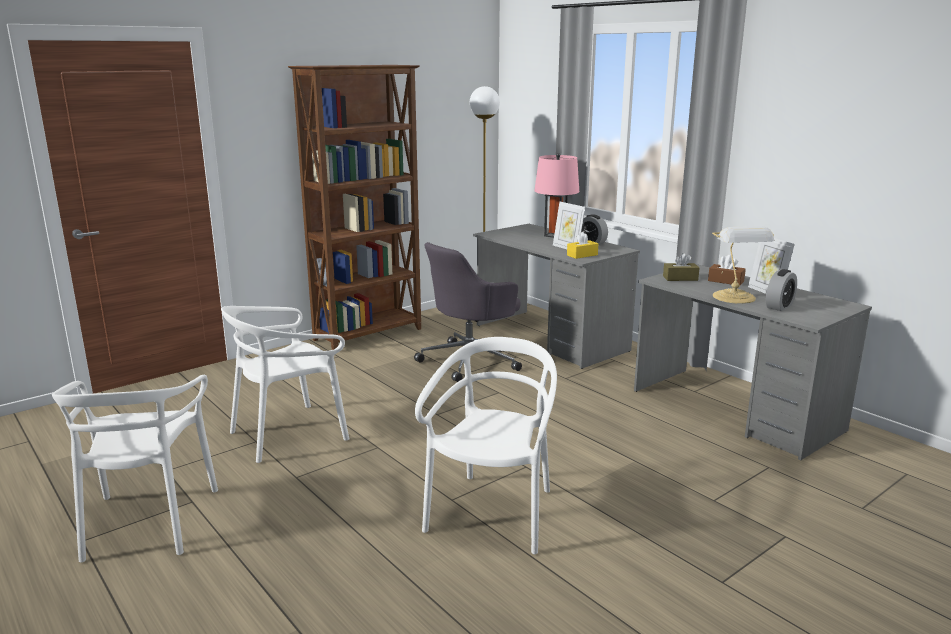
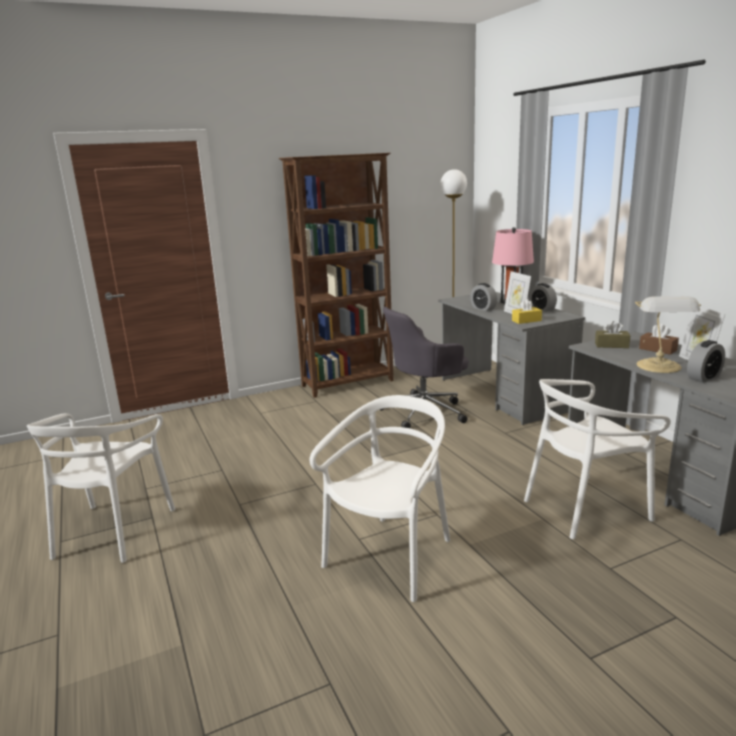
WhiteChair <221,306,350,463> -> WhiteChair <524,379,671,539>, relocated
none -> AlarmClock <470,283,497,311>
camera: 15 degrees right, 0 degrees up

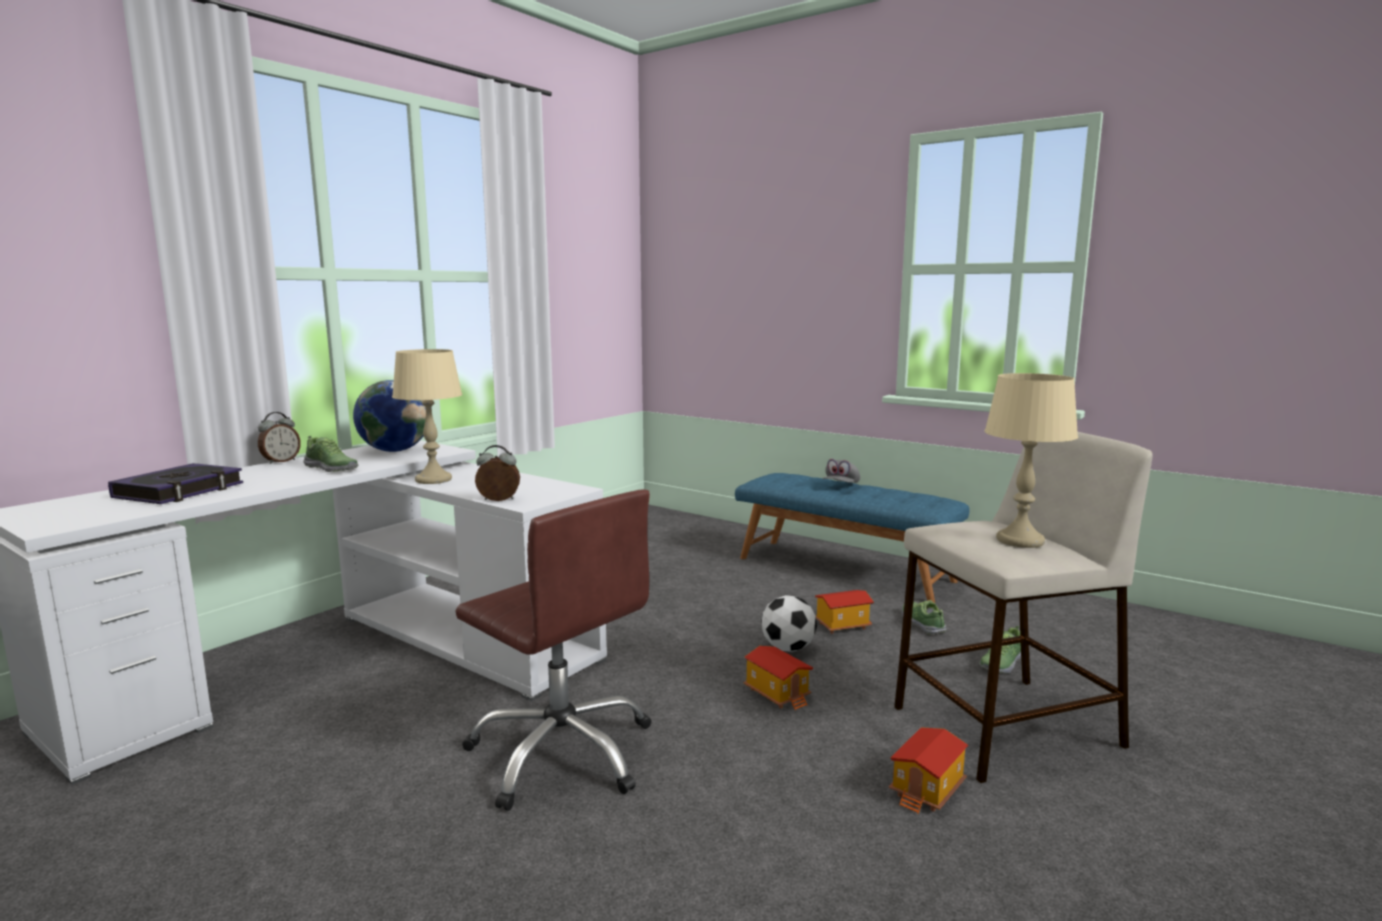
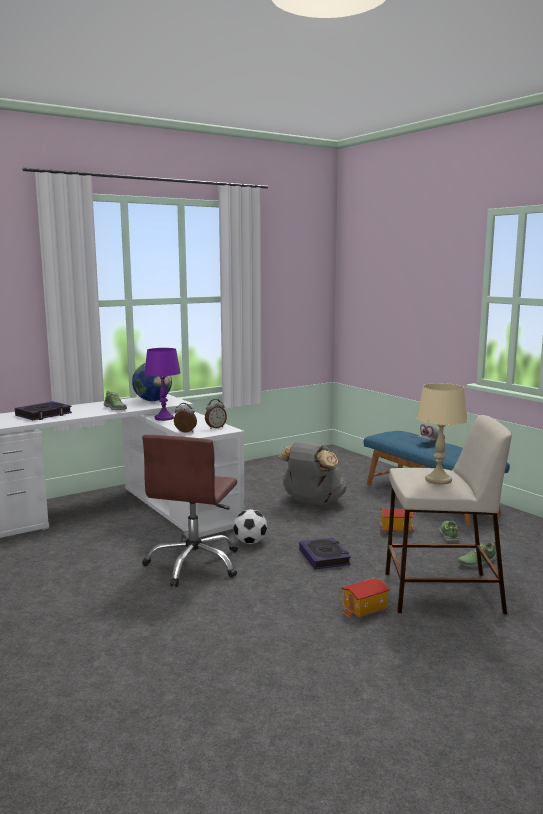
BeigeTableLamp <392,349,462,484> -> PurpleTableLamp <144,348,181,421>
AlarmClock <258,412,301,464> -> AlarmClock <205,399,227,429>, relocated
BrownOfficeChair <455,489,651,811> -> BrownOfficeChair <142,435,238,587>, 45 degrees clockwise
Football <761,595,817,652> -> Football <233,509,267,544>, relocated
ToyHouse <744,646,813,710> -> Book <299,538,351,569>
none -> GreyBackpack <278,441,347,505>
camera: 20 degrees right, 0 degrees up

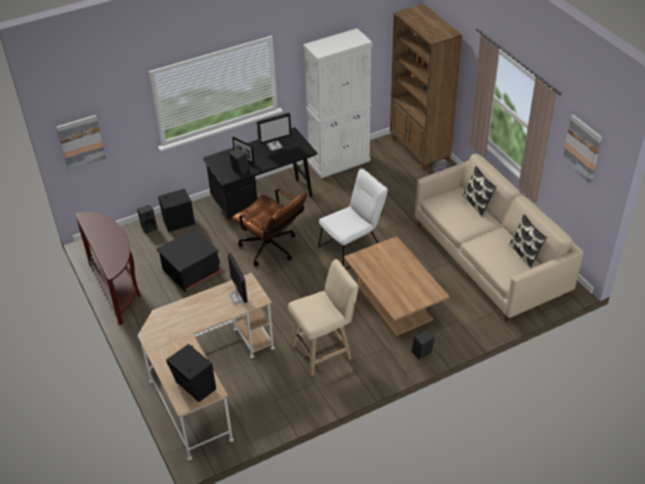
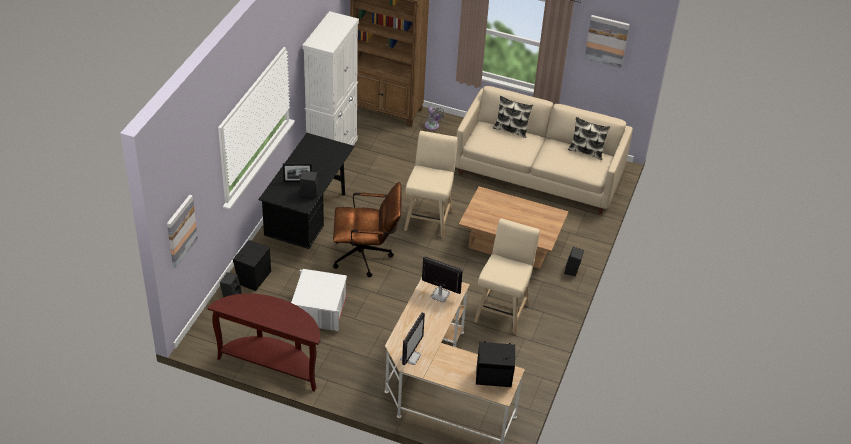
Monitor <257,112,292,151> -> Monitor <400,312,425,365>, relocated
WhiteChair <318,169,388,269> -> BeigeStool <404,131,458,238>
BlackStorageBox <156,228,222,292> -> WhiteStorageBox <291,269,347,331>
camera: 45 degrees left, 0 degrees up

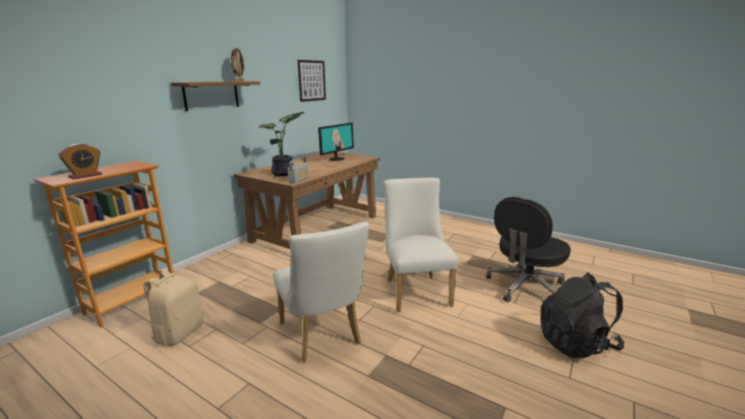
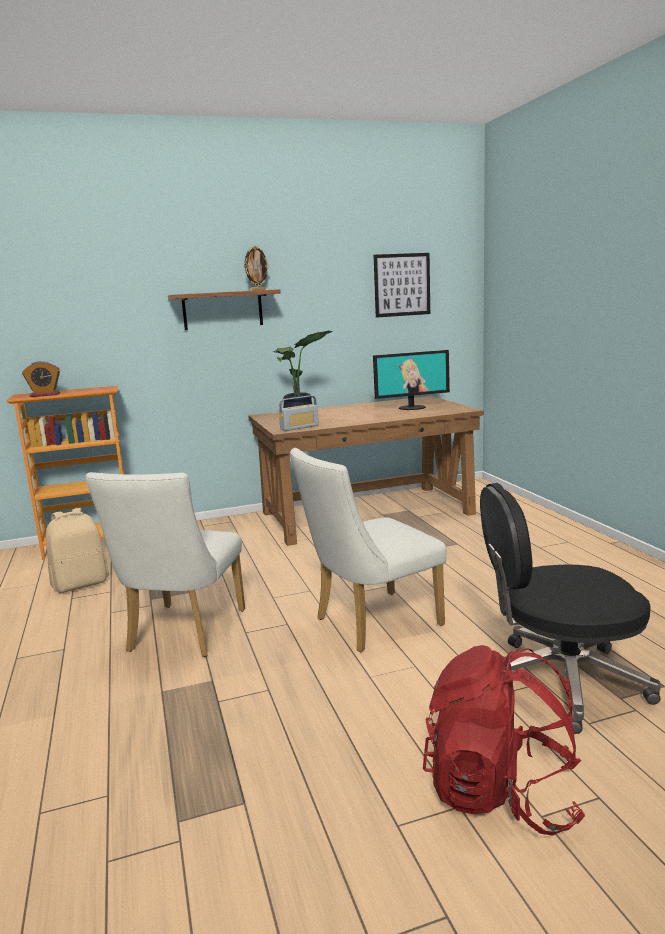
WhiteChair <384,178,459,312> -> WhiteChair <290,448,447,652>, 150 degrees counterclockwise
BlackBackpack <541,272,625,358> -> RedBackpack <423,645,585,836>
camera: 40 degrees right, 5 degrees down

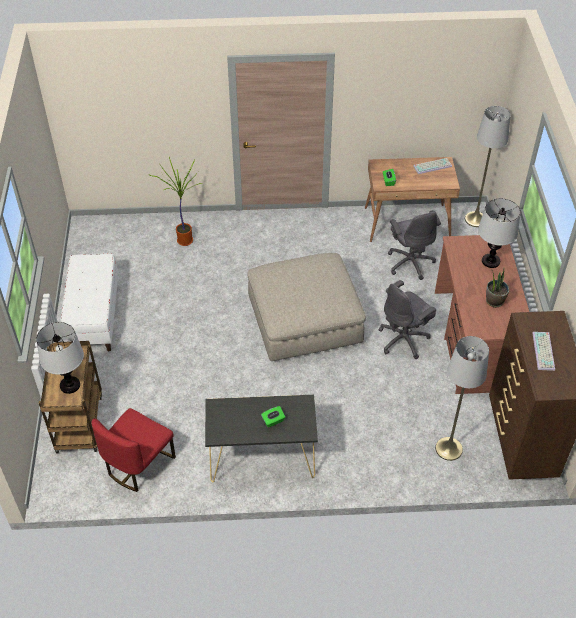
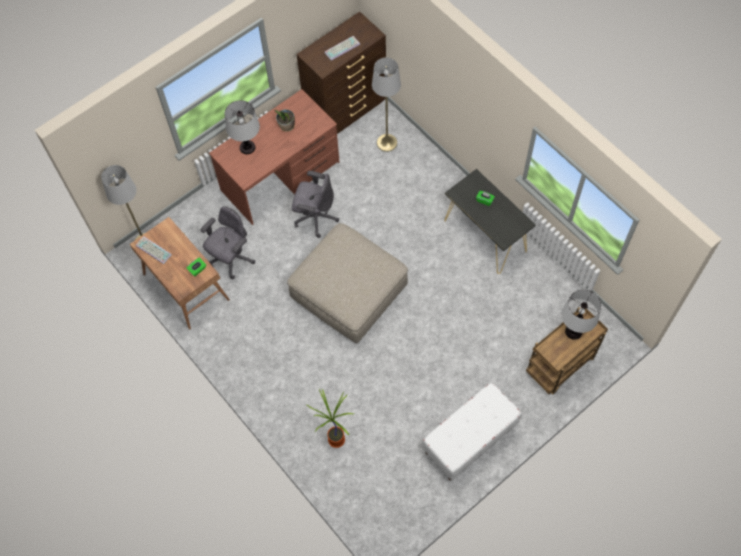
RedChair <92,408,176,492> -> none
camera: 125 degrees left, 15 degrees up

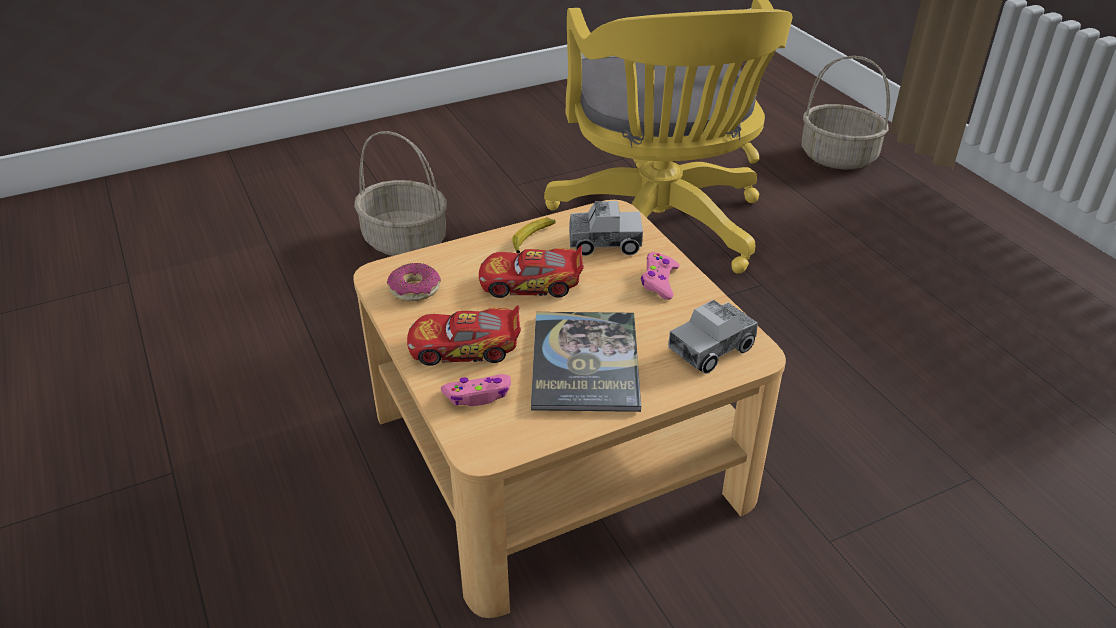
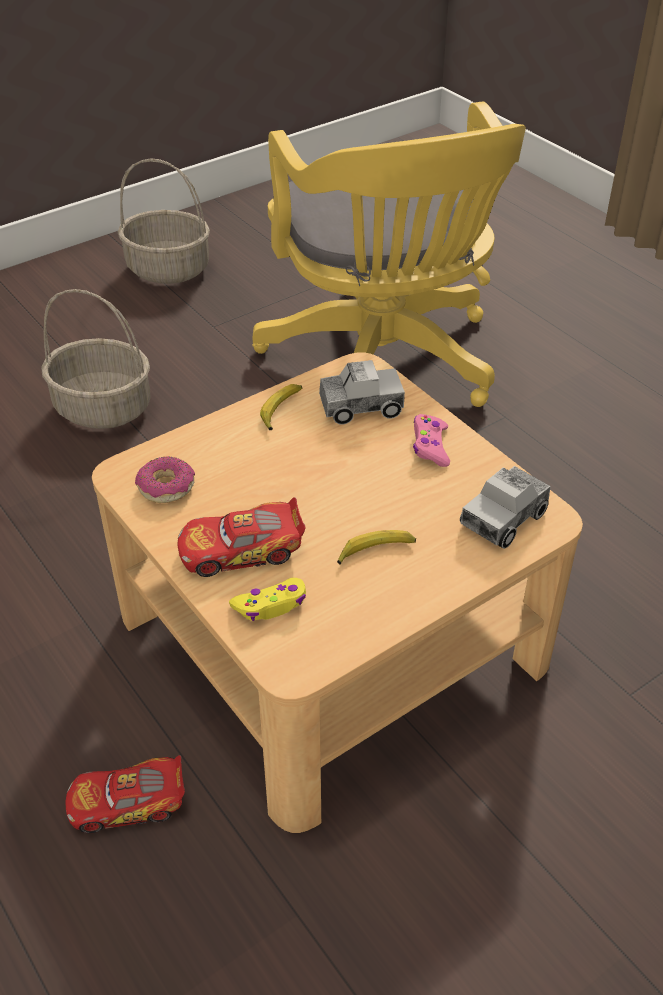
Basket <802,56,890,169> -> Basket <118,158,210,284>, relocated
ToyCar <479,246,584,298> -> ToyCar <66,755,185,833>, relocated
Book <531,312,641,412> -> Banana <337,530,416,565>
PinkGameController <441,374,511,406> -> YellowGameController <229,578,306,621>
camera: 10 degrees left, 5 degrees up

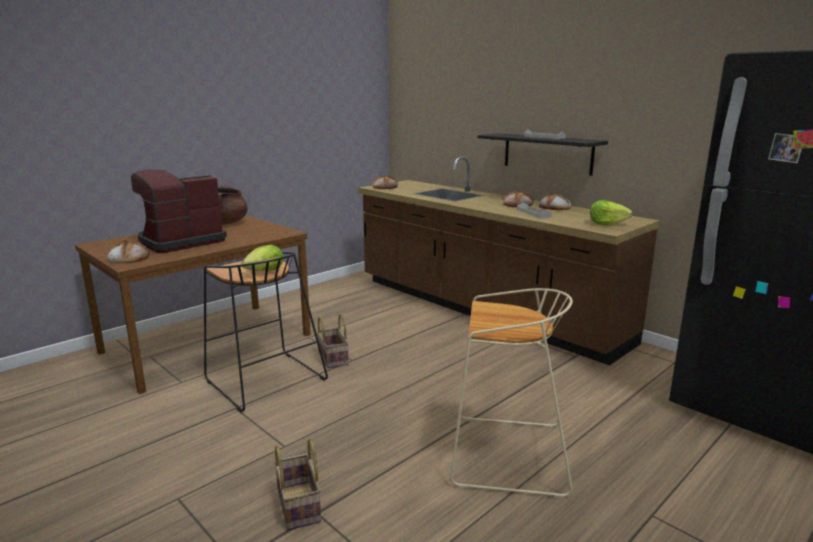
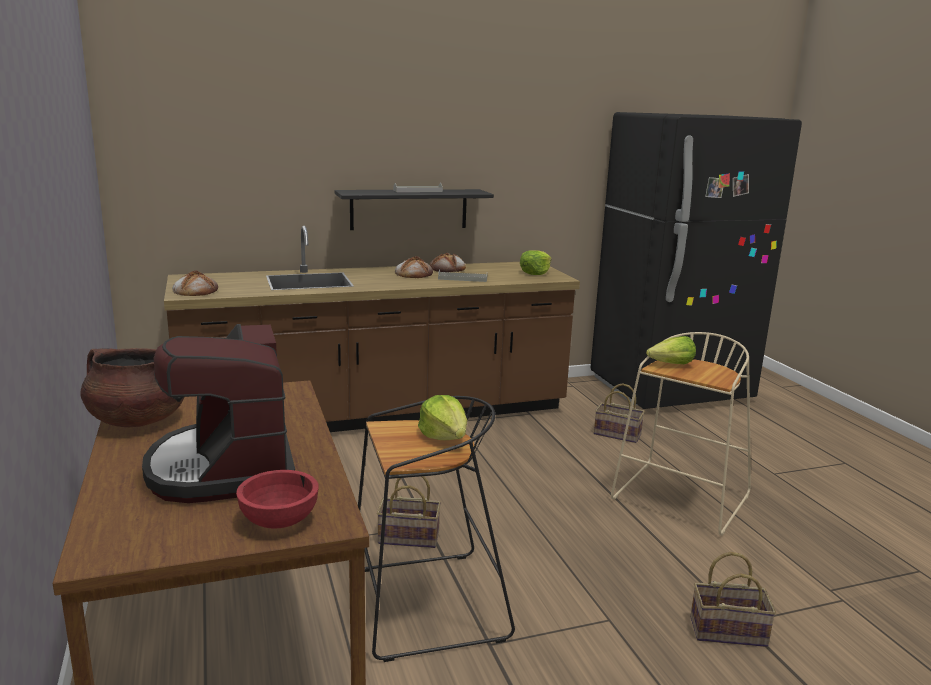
Bread <107,240,150,263> -> RedBowl <236,470,319,528>
none -> Lettuce <646,336,696,364>
none -> Basket <594,383,645,443>
camera: 65 degrees left, 0 degrees up

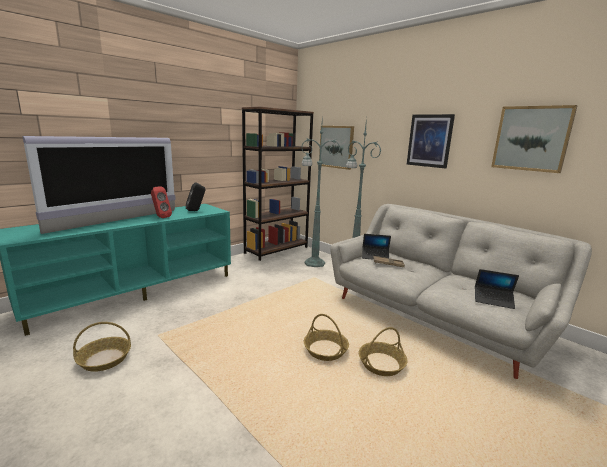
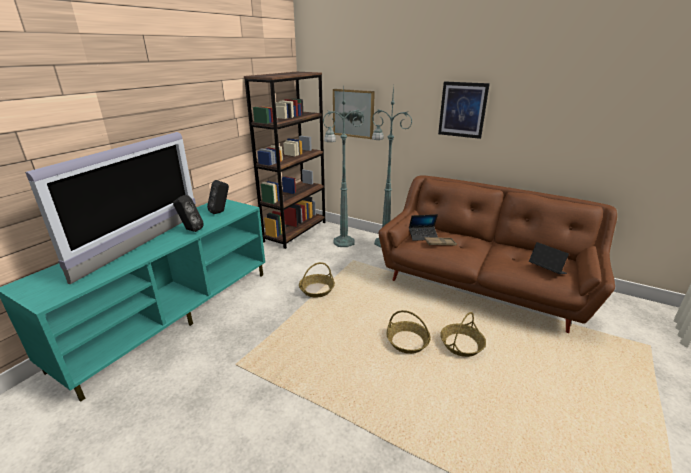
Picture <491,105,578,173> -> none
RedSpeaker <151,186,172,218> -> BlackSpeaker <173,195,204,232>
GreySofa <330,204,592,379> -> BrownSofa <379,175,617,333>
Laptop <475,269,519,309> -> Laptop <529,242,569,274>, 135 degrees counterclockwise
Basket <73,322,131,372> -> Basket <299,262,335,298>, relocated
camera: 15 degrees left, 10 degrees up

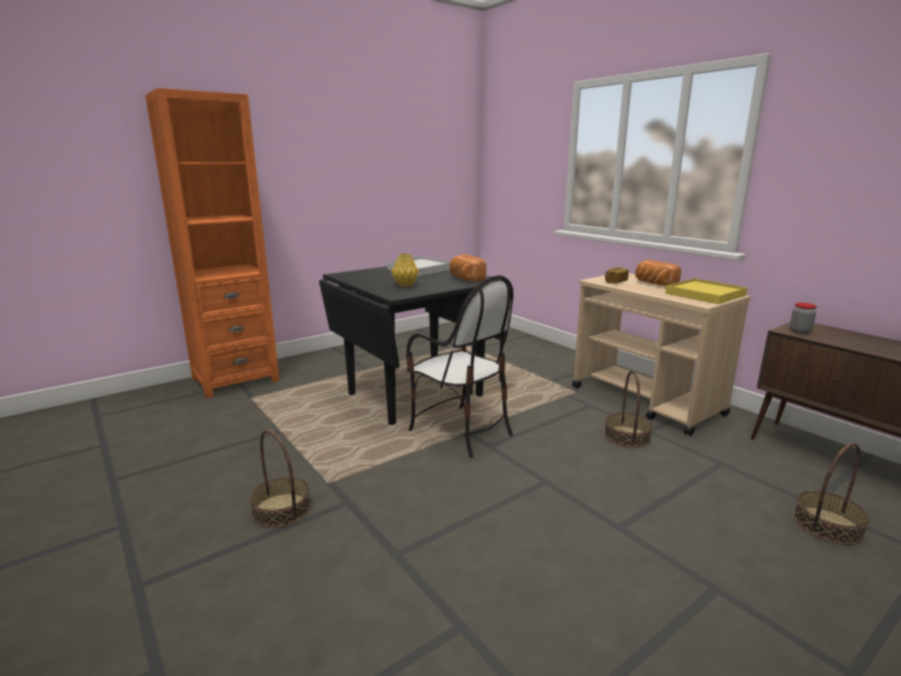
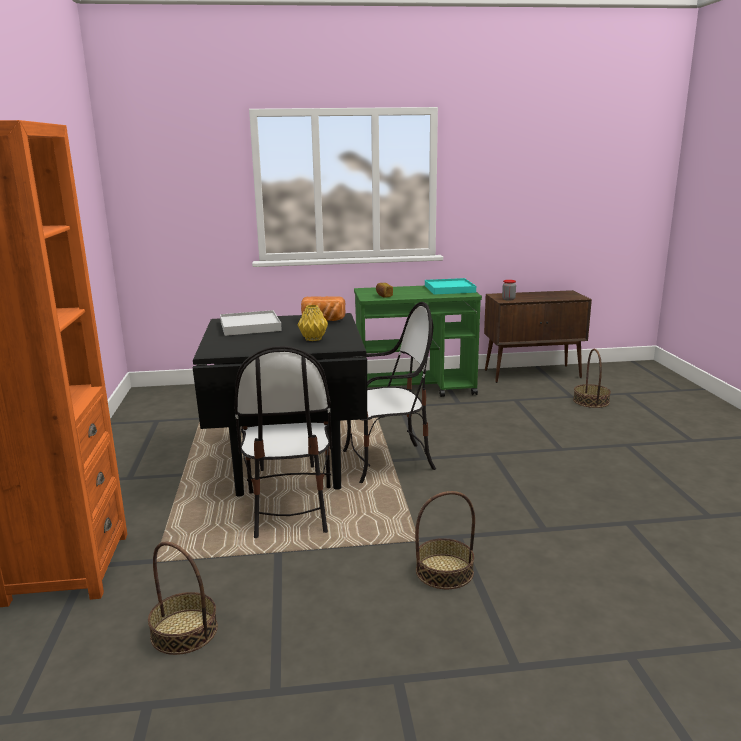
Bread <635,260,681,286> -> none
BeigeCart <572,273,751,436> -> GreenCart <354,286,482,397>
YellowTray <665,278,747,304> -> TurquoiseTray <425,278,476,295>
Basket <604,371,653,448> -> Basket <148,542,218,655>, relocated
none -> Chair <234,346,332,538>
camera: 60 degrees left, 0 degrees up

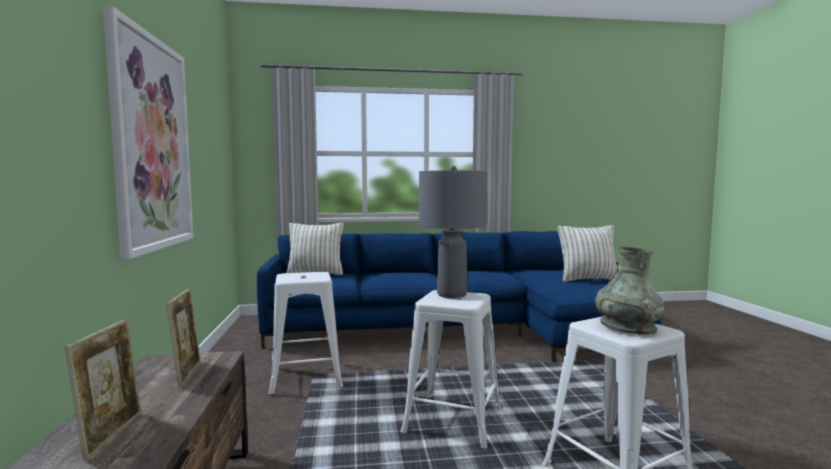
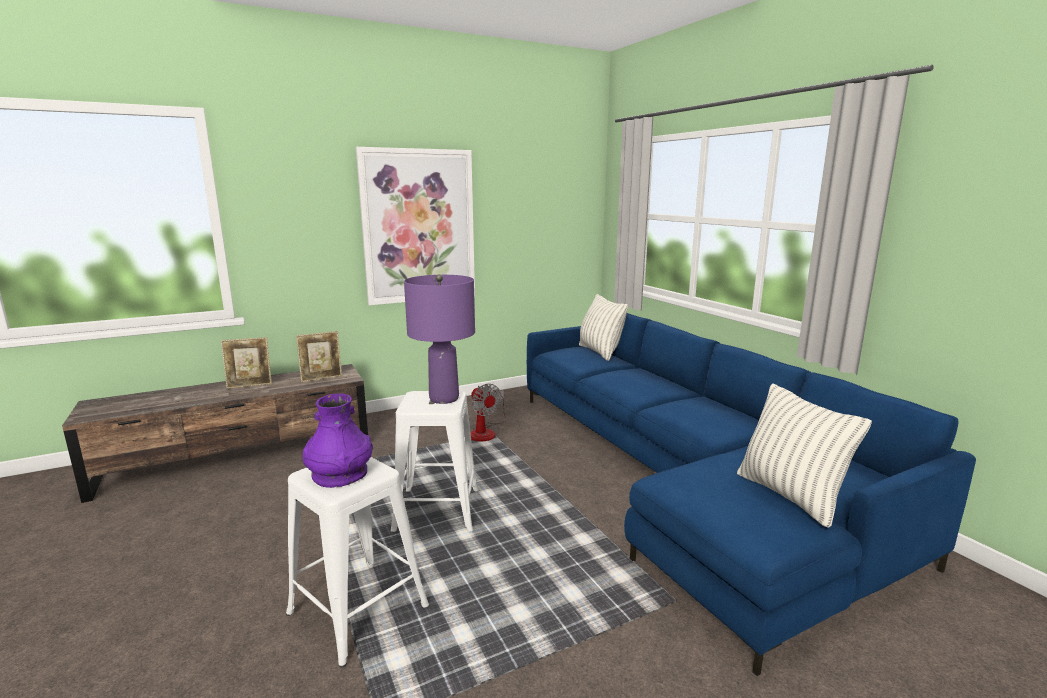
GreyTableLamp <419,166,488,298> -> PurpleTableLamp <404,274,475,404>
GreyVase <595,247,664,335> -> PurpleVase <303,393,373,488>
WhiteStool <269,272,343,396> -> Fan <471,384,506,441>
camera: 70 degrees right, 10 degrees up

